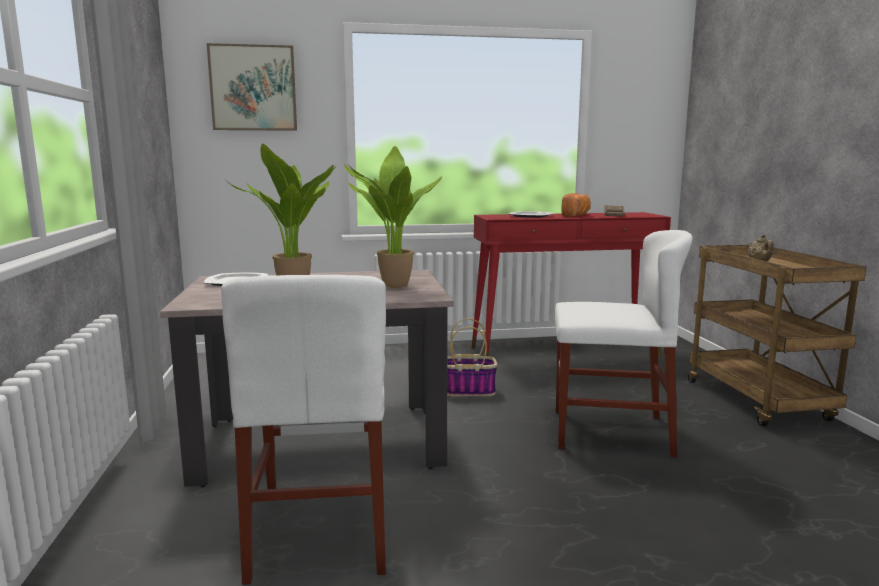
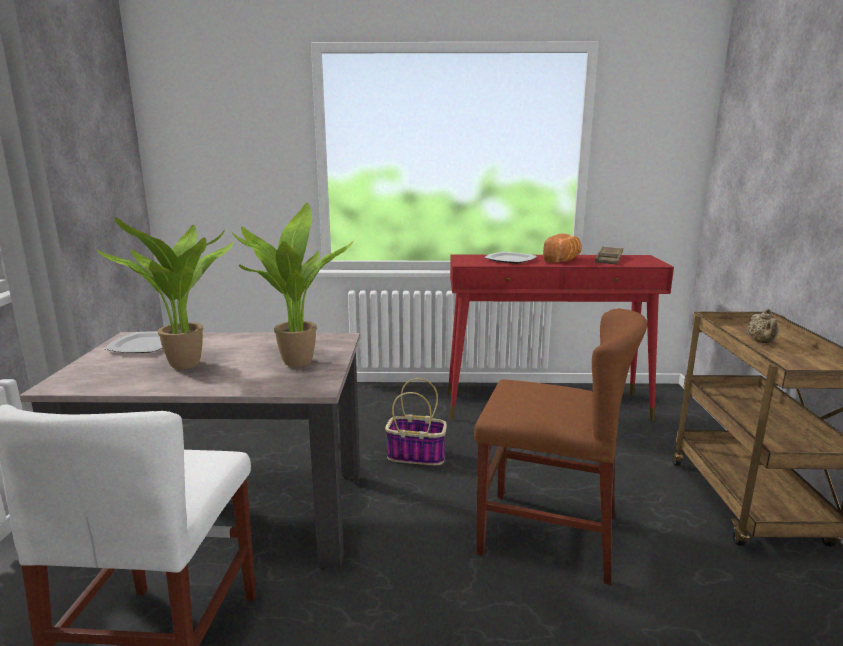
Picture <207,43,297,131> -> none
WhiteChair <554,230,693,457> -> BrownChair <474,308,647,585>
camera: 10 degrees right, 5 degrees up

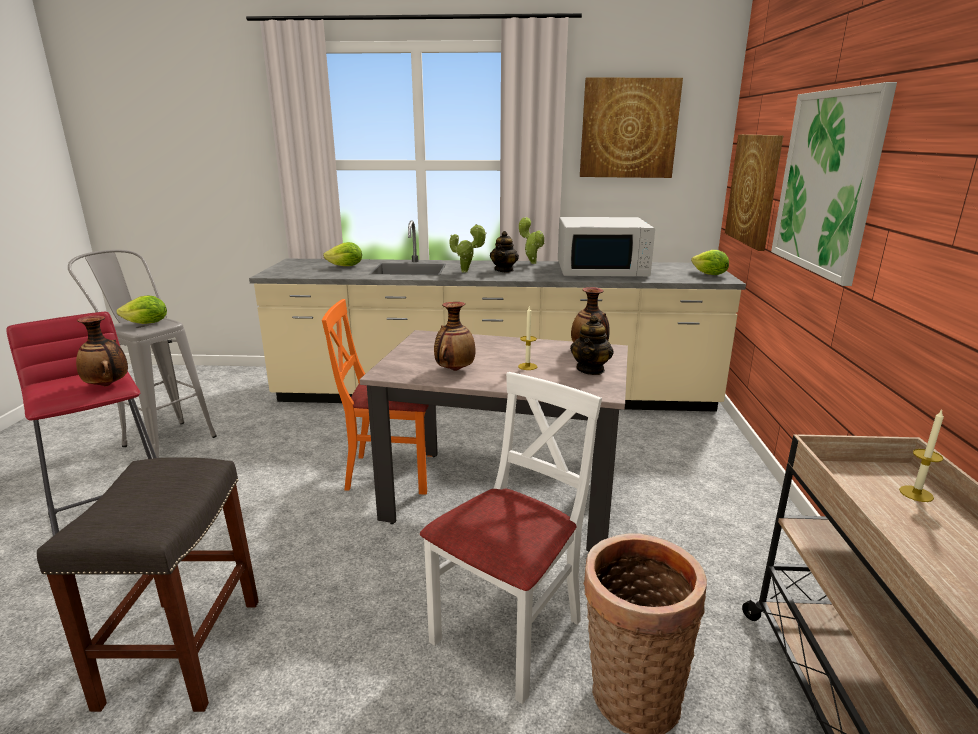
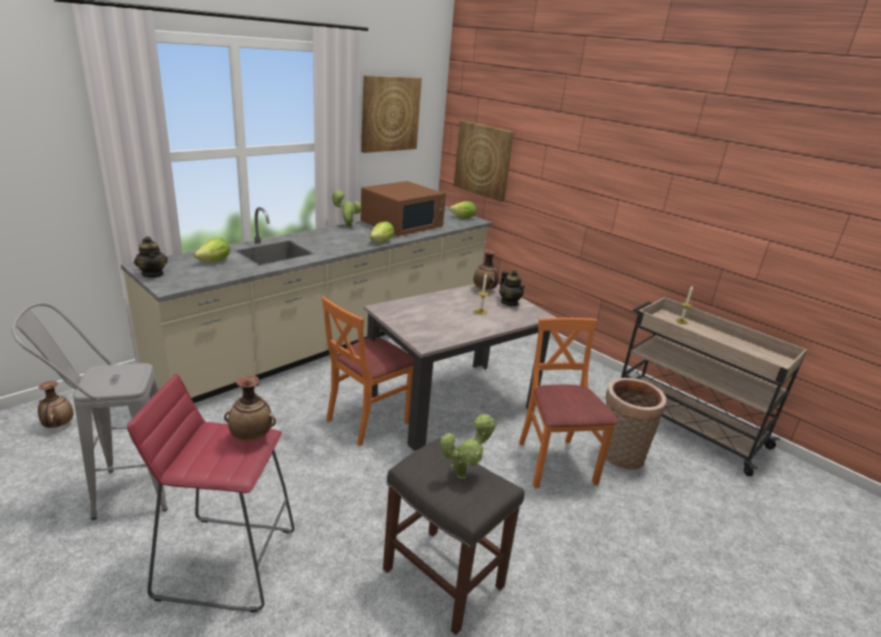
Picture <771,82,897,286> -> none
WhiteMicrowave <558,217,655,276> -> BrownMicrowave <361,181,446,236>
PottedPlant <449,224,487,273> -> PottedPlant <440,413,496,479>, relocated
Teapot <490,231,519,272> -> Teapot <134,236,168,278>, relocated
Lettuce <116,295,167,324> -> Lettuce <369,221,394,242>, relocated
Vase <434,302,476,371> -> Vase <38,381,73,428>, relocated
WhiteChair <420,372,602,704> -> OrangeChair <519,318,618,488>
camera: 50 degrees left, 5 degrees up

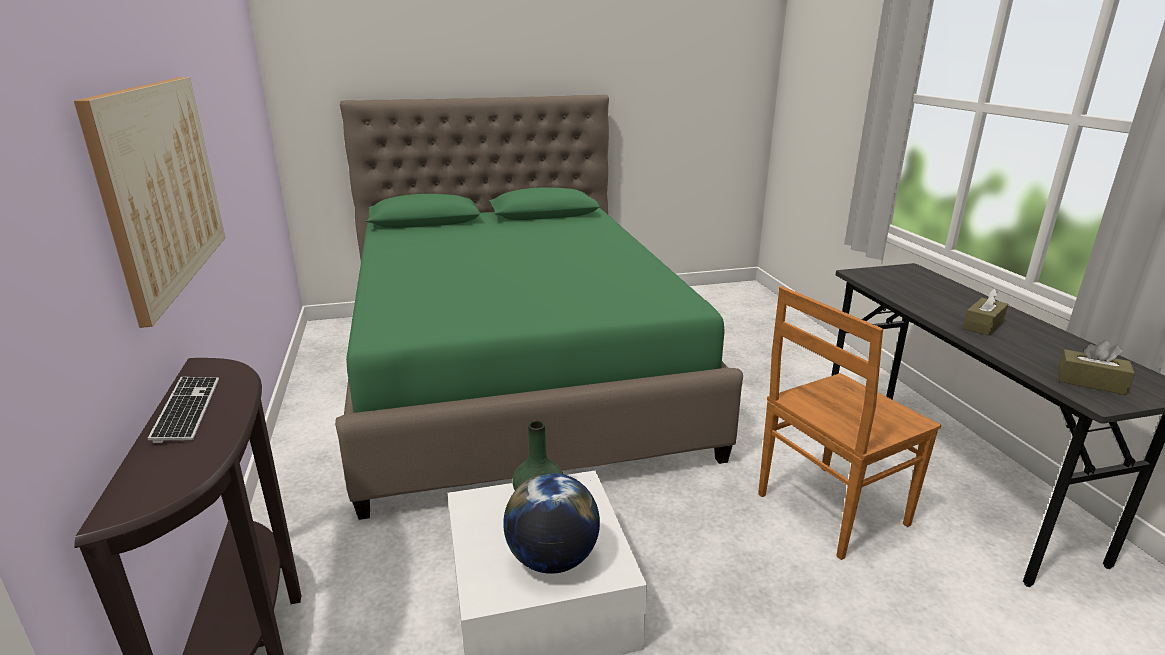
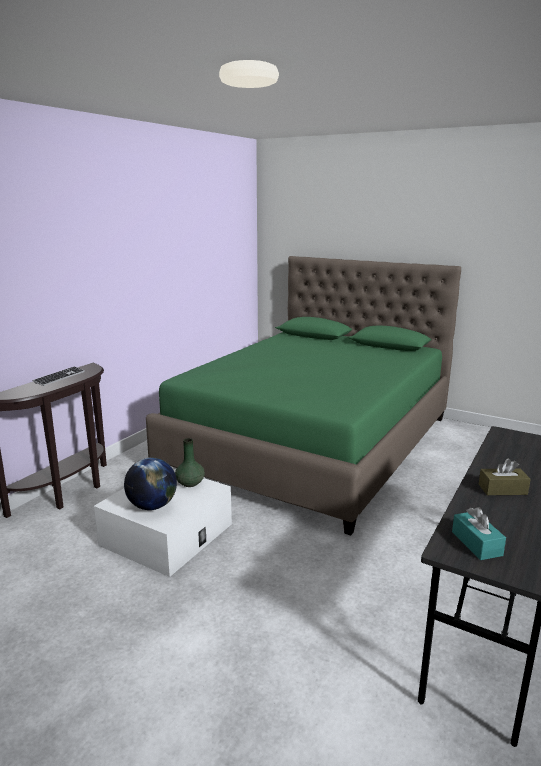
Picture <74,77,225,328> -> none
BrownChair <758,286,941,560> -> none
BrownTissueBox <1057,340,1135,395> -> TurquoiseTissueBox <452,507,506,560>
camera: 45 degrees right, 5 degrees down

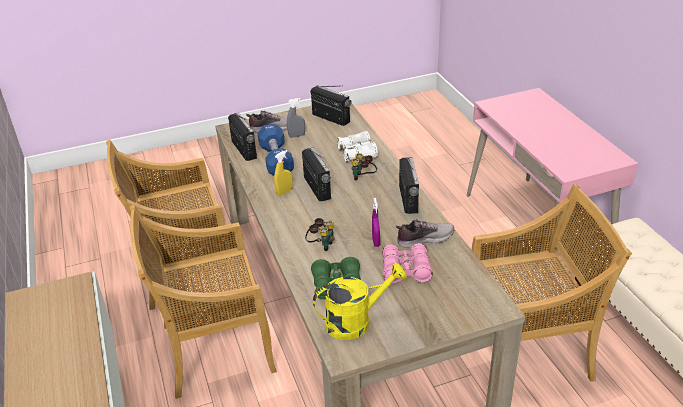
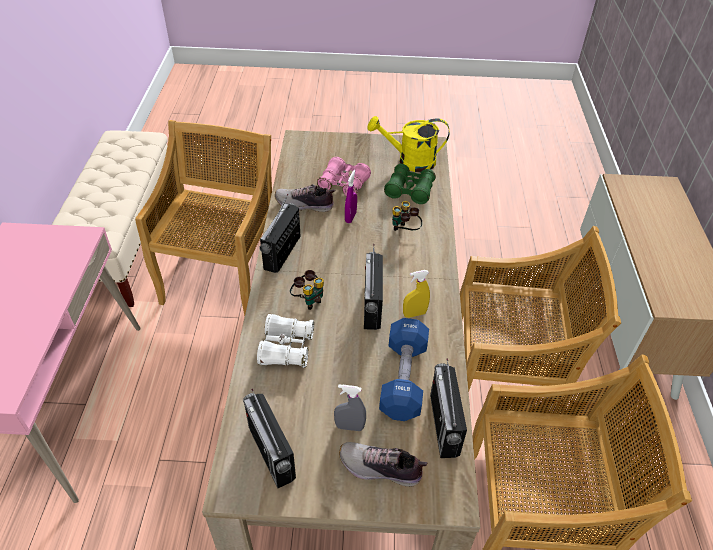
BeigeChair <472,184,632,382> -> BeigeChair <135,120,272,316>, 90 degrees clockwise
camera: 160 degrees left, 10 degrees up

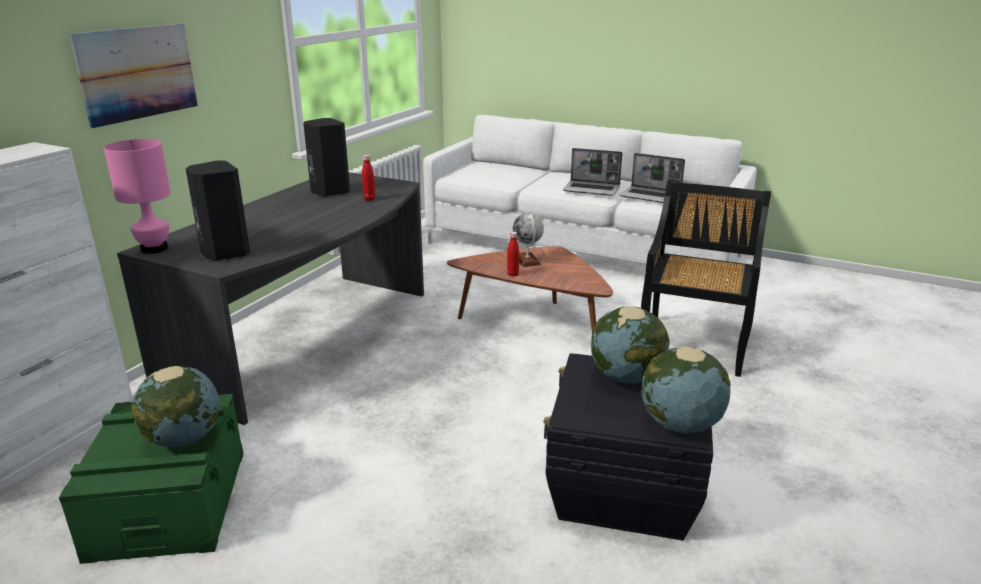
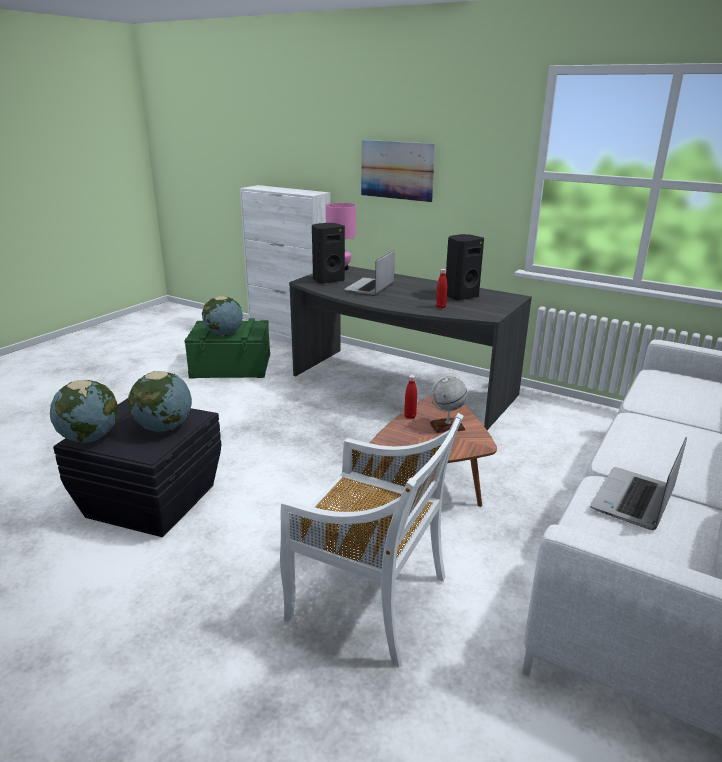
Laptop <563,148,623,196> -> Laptop <344,250,395,296>, relocated
BlackChair <641,181,771,377> -> WhiteChair <280,413,464,667>
camera: 95 degrees right, 0 degrees up

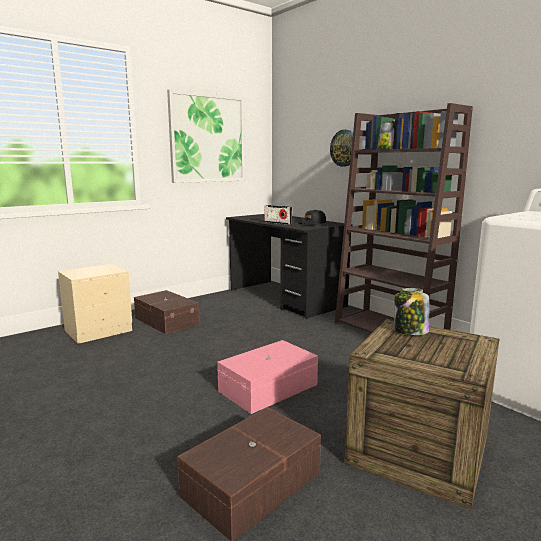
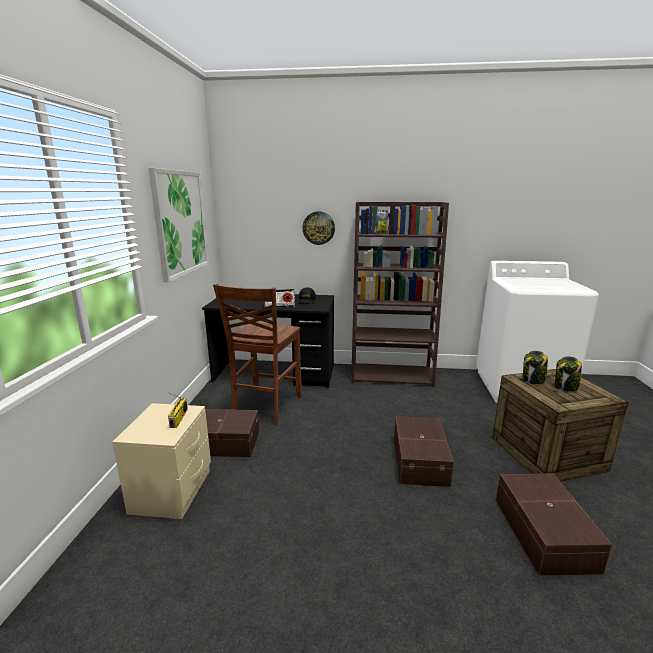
PinkStorageBox <217,340,318,414> -> BrownStorageBox <394,416,454,487>
none -> BrownChair <213,284,302,425>
none -> Jar <555,356,582,392>
none -> Radio <168,392,188,428>
camera: 45 degrees left, 5 degrees up

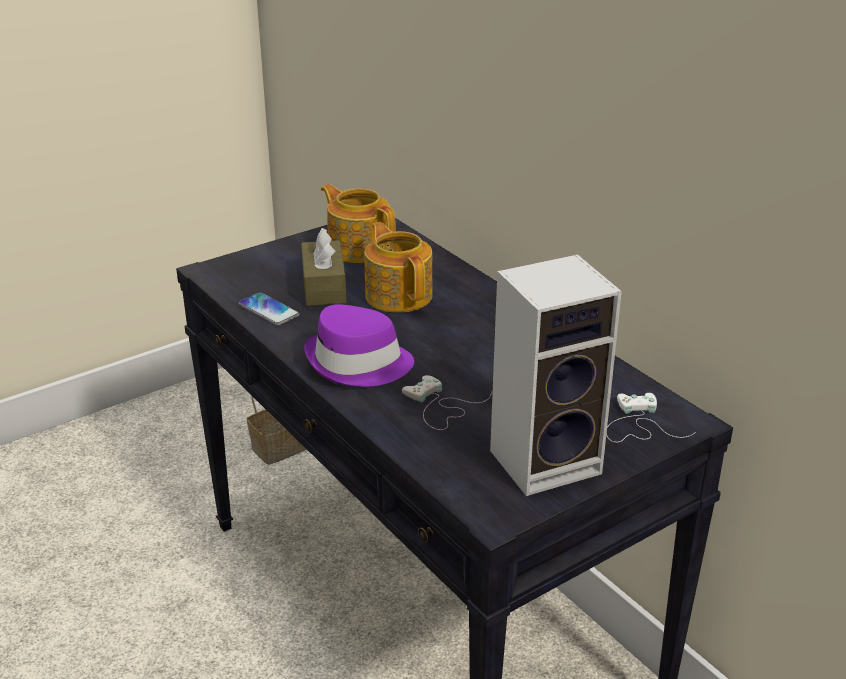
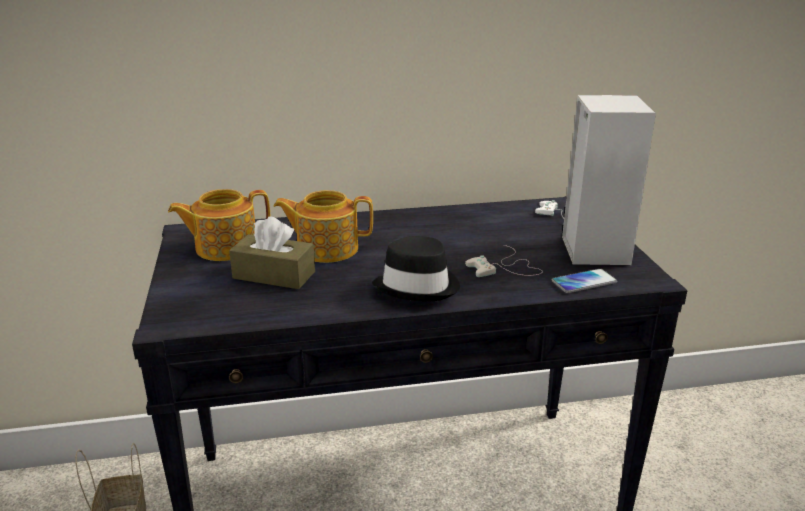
Phone <238,292,299,326> -> Phone <552,269,617,293>, relocated
PurpleHat <304,304,414,387> -> BlackHat <372,236,460,301>
camera: 65 degrees left, 5 degrees down

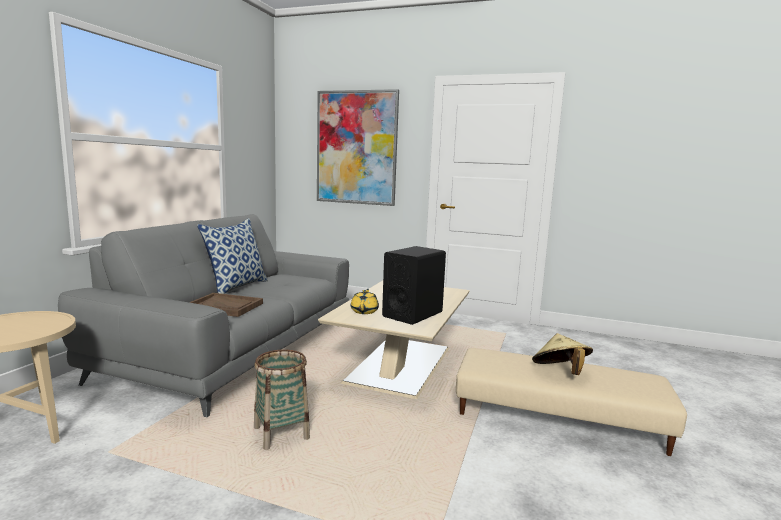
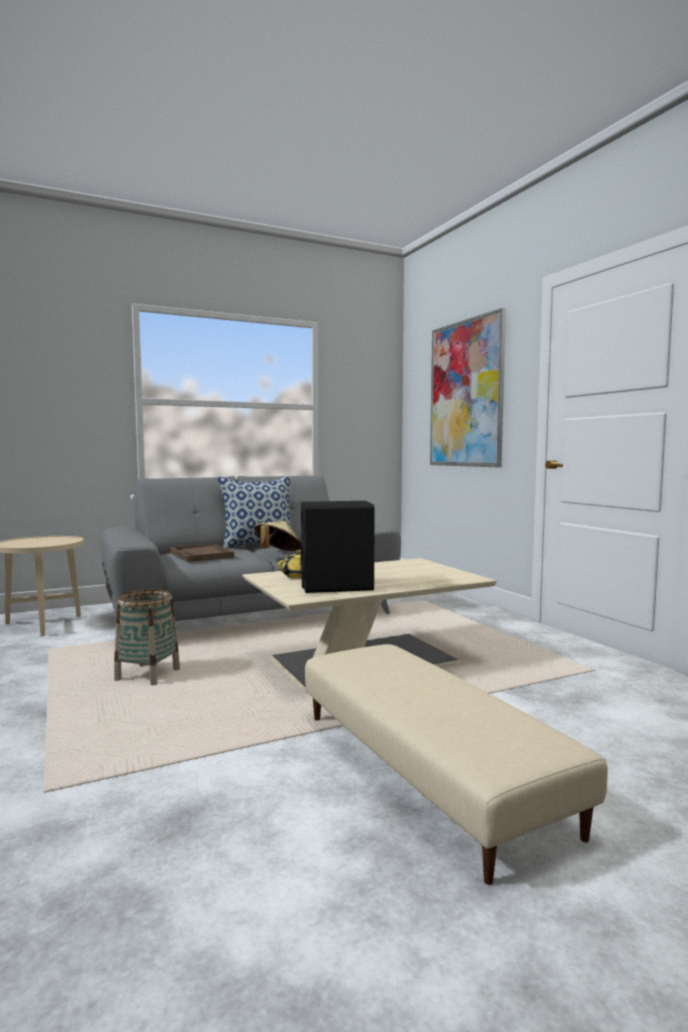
BeigeHat <532,333,593,375> -> BeigeHat <254,521,301,551>, relocated
camera: 45 degrees right, 5 degrees down

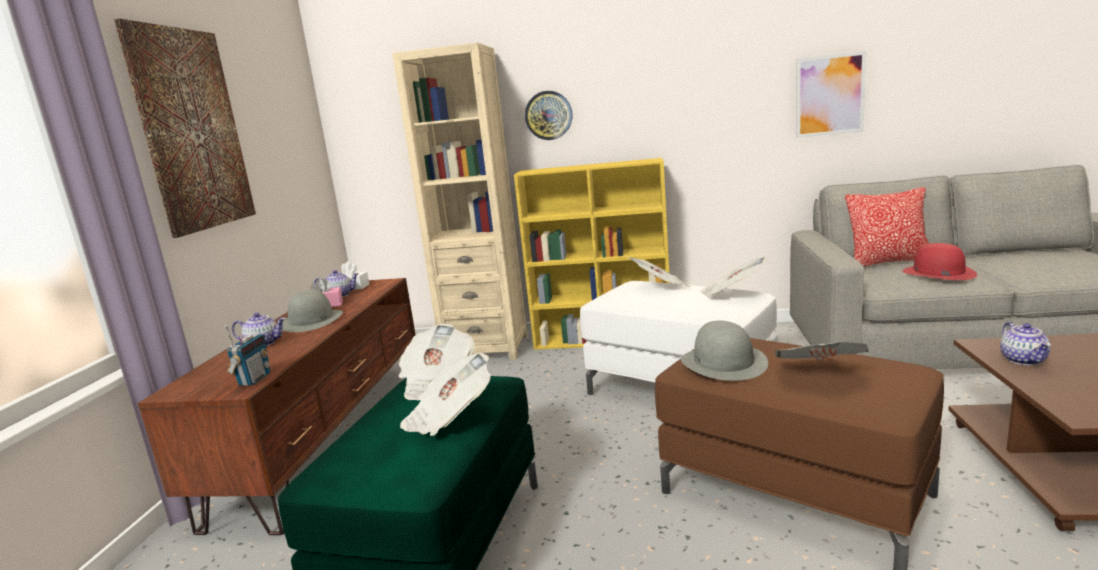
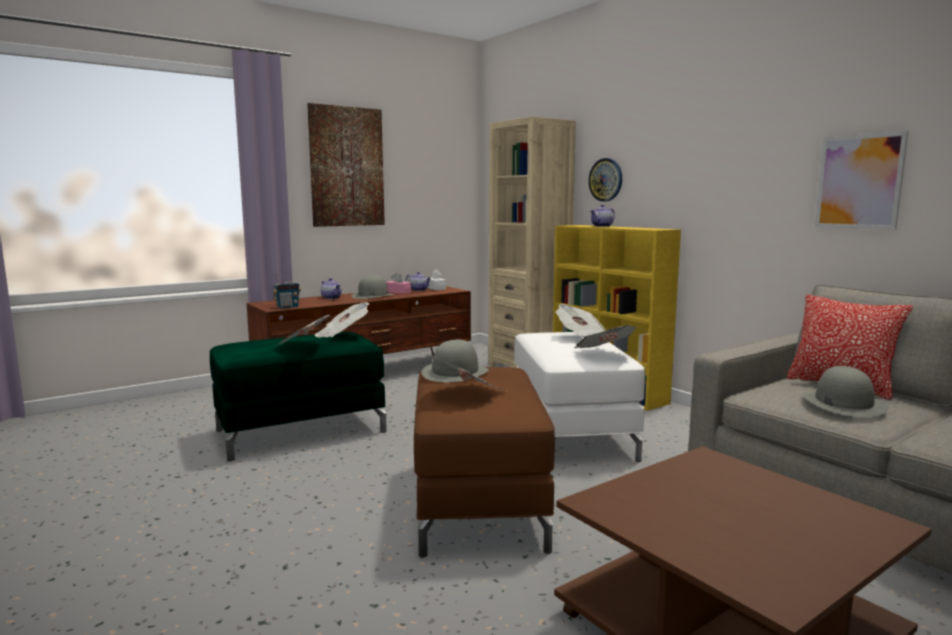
RedHat <902,243,977,280> -> GreyHat <803,366,888,417>
Teapot <1000,322,1051,365> -> Teapot <590,204,615,227>, relocated
camera: 45 degrees right, 5 degrees down

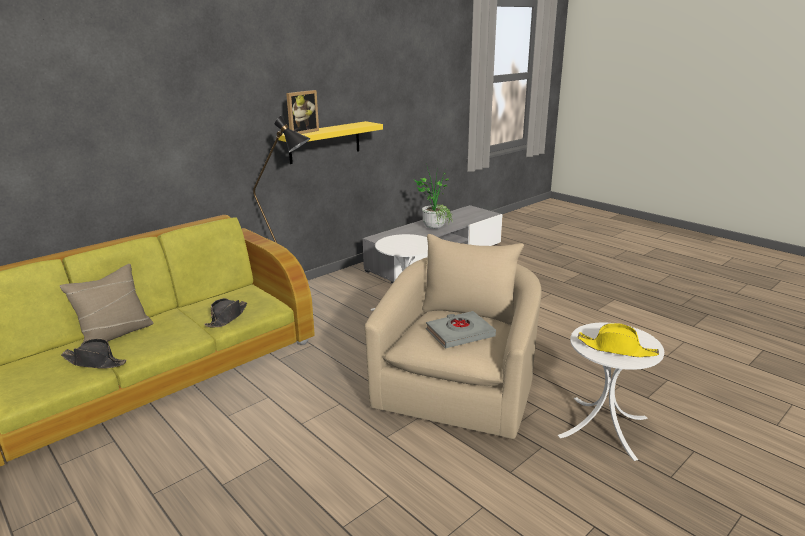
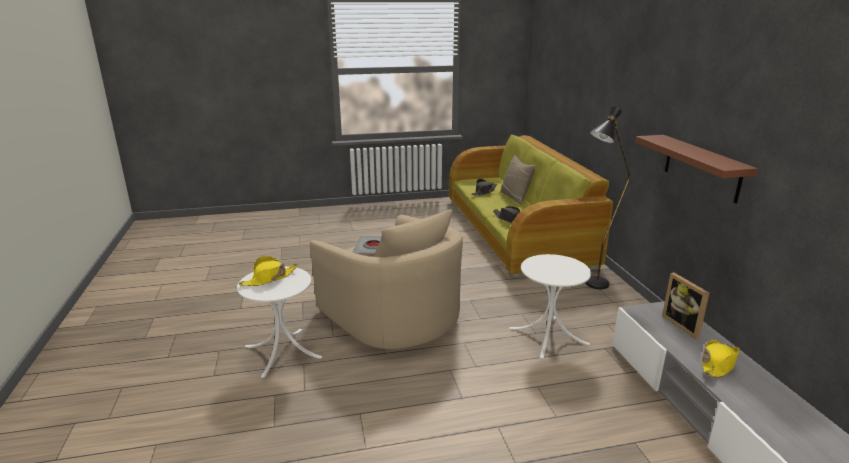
PictureFrame <286,90,319,134> -> PictureFrame <662,273,710,339>, relocated
YellowShelf <278,121,383,164> -> BrownShelf <635,135,758,203>
PottedPlant <415,164,452,229> -> YellowHat <702,340,740,378>
camera: 120 degrees right, 0 degrees up

